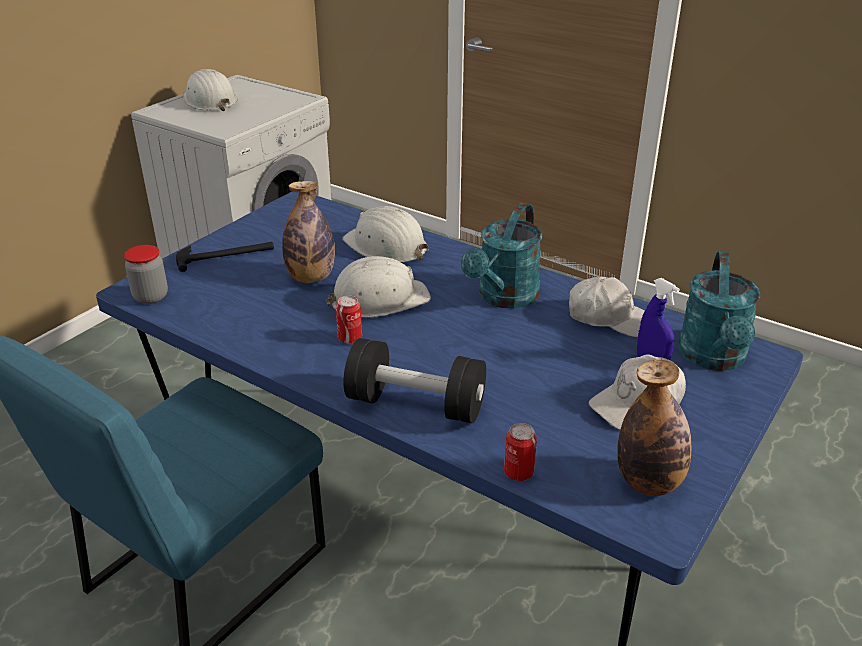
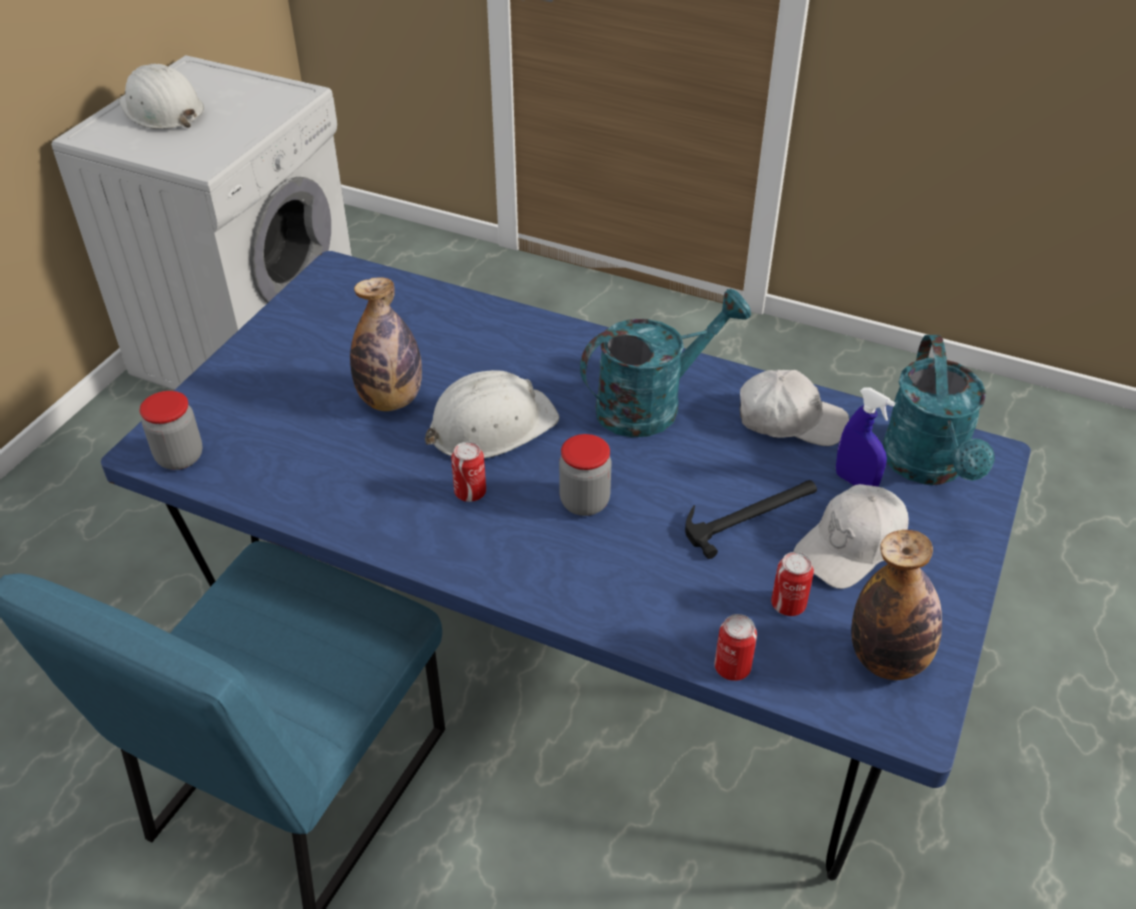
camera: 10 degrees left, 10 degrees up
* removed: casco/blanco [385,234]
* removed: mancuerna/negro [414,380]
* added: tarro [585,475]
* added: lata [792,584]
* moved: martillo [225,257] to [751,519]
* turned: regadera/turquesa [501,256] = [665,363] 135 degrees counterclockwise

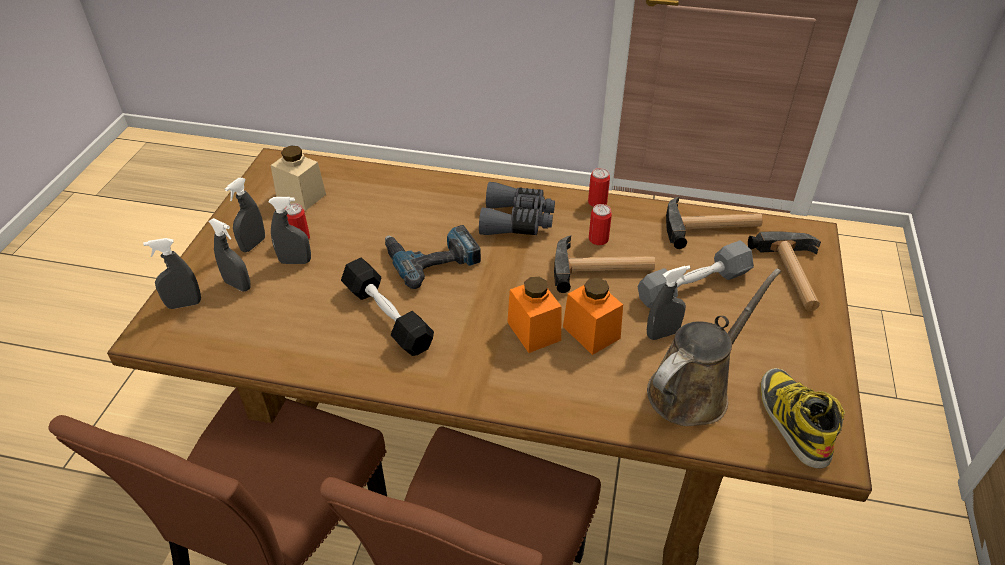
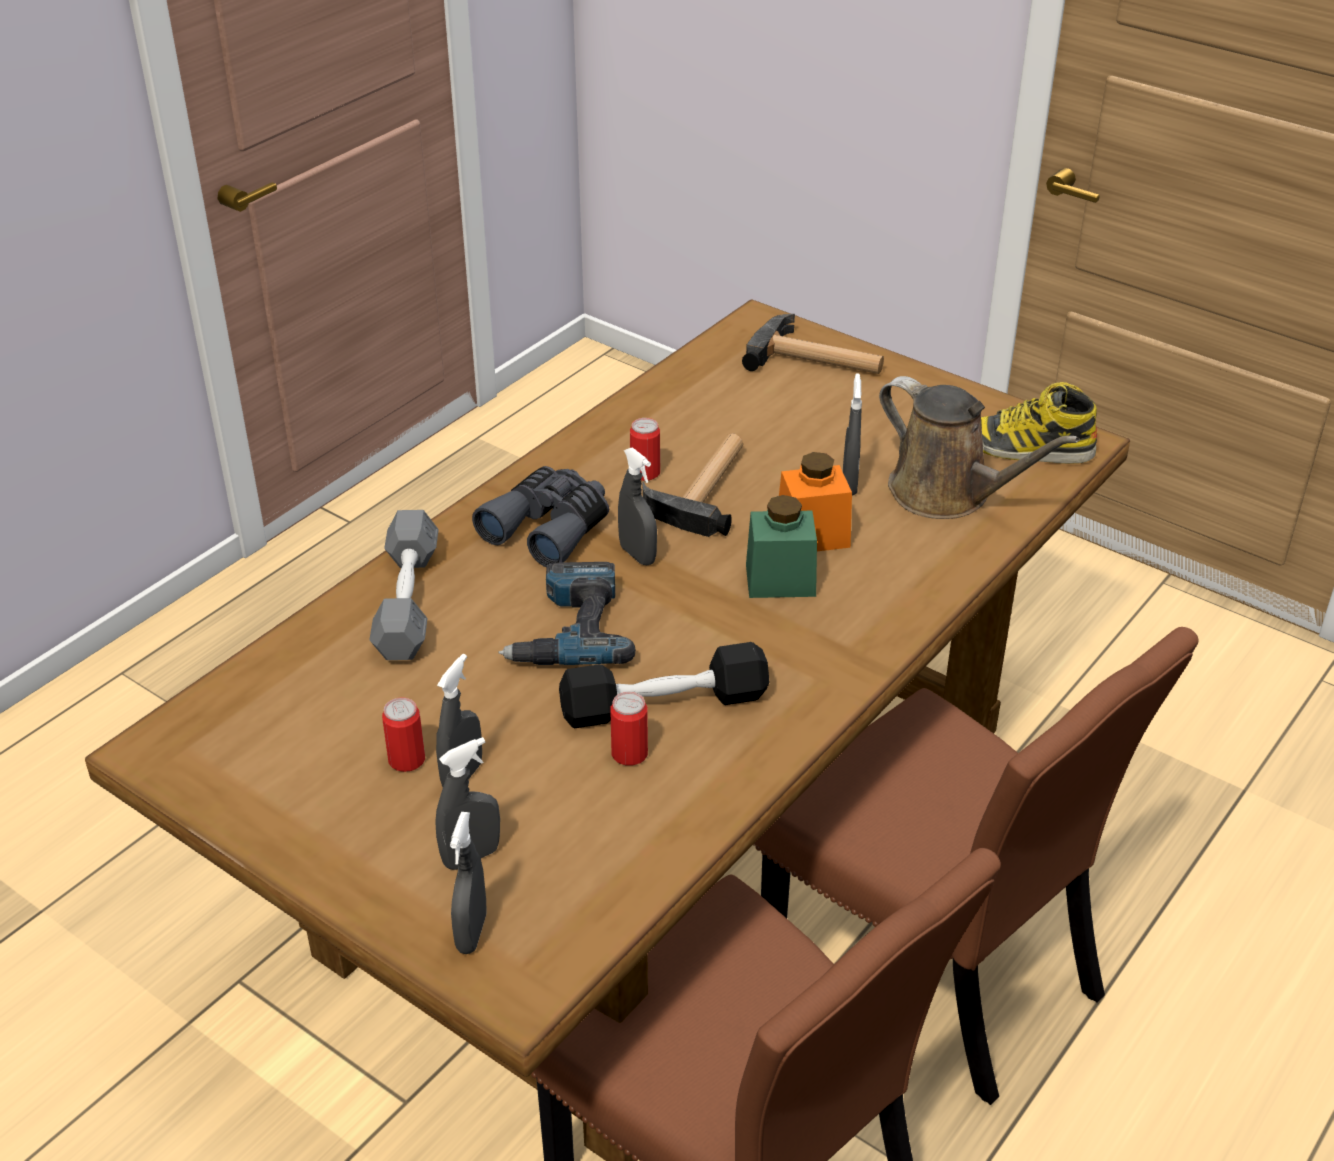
camera: 65 degrees left, 5 degrees down
* removed: tarro/beis [298,178]
* removed: martillo [714,222]
* moved: pulverizador/gris [245,215] to [637,506]
* moved: lata [599,187] to [629,728]
* moved: mancuerna/gris [696,274] to [404,585]
* recoloured: tarro/naranja [534,315] to tarro/verde [781,546]
* turned: regadera/marrón [714,347] = [979,447] 150 degrees clockwise

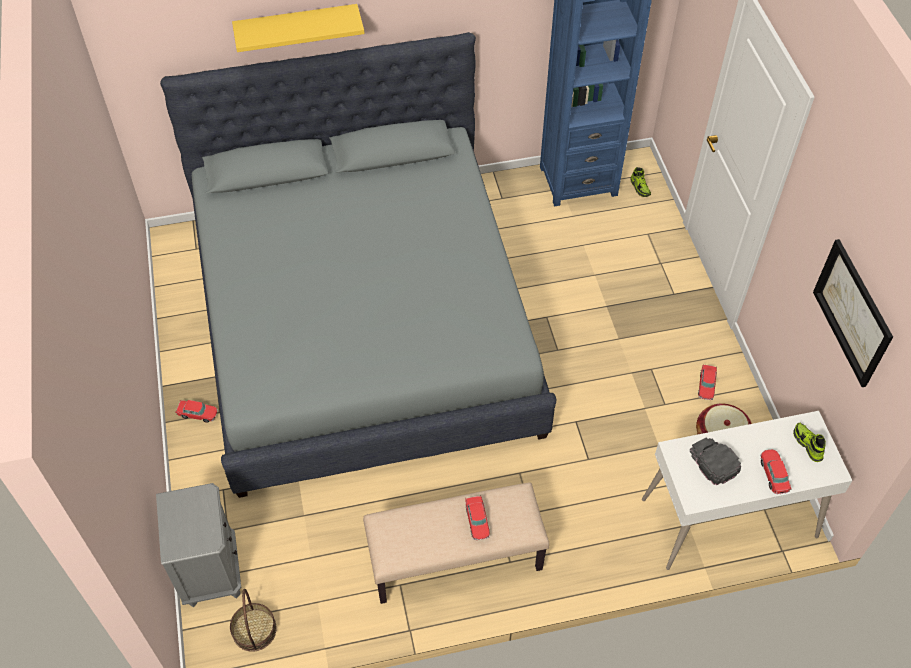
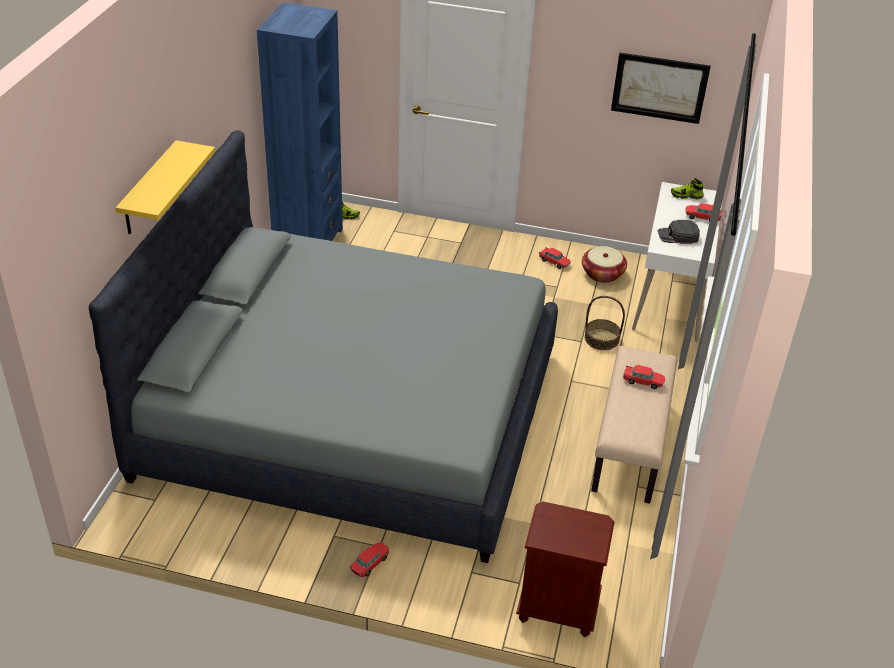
camera: 65 degrees left, 15 degrees down
* moved: cesta [253,620] to [604,323]
* recoloured: mesita de noche/gris [198,545] to mesita de noche/marrón [565,569]

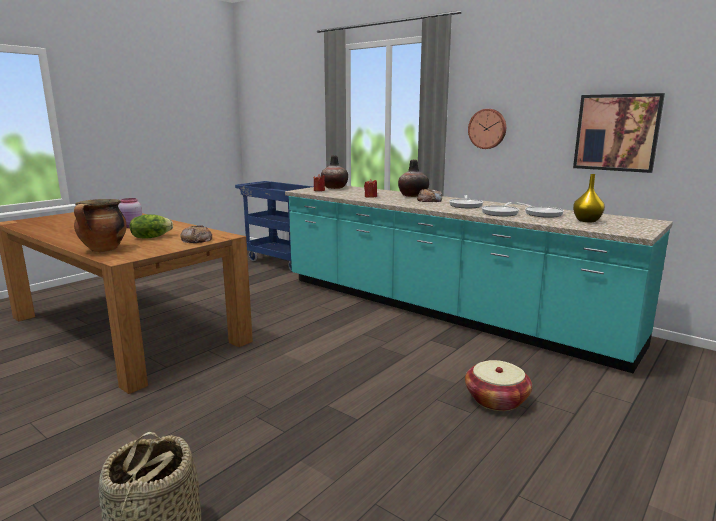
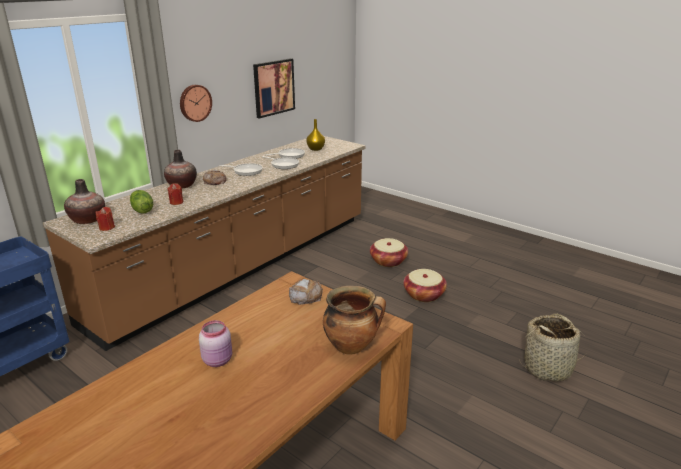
camera: 90 degrees left, 10 degrees up
* added: cesta [425,285]
* moved: lechuga [151,226] to [141,202]
* recoloured: mueble bajo de cocina/turquesa [479,279] to mueble bajo de cocina/marrón [204,243]

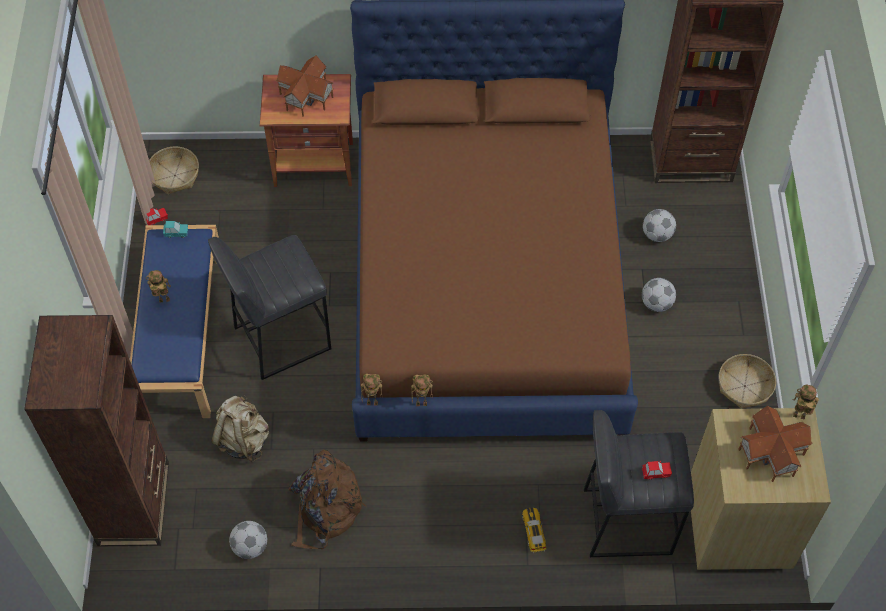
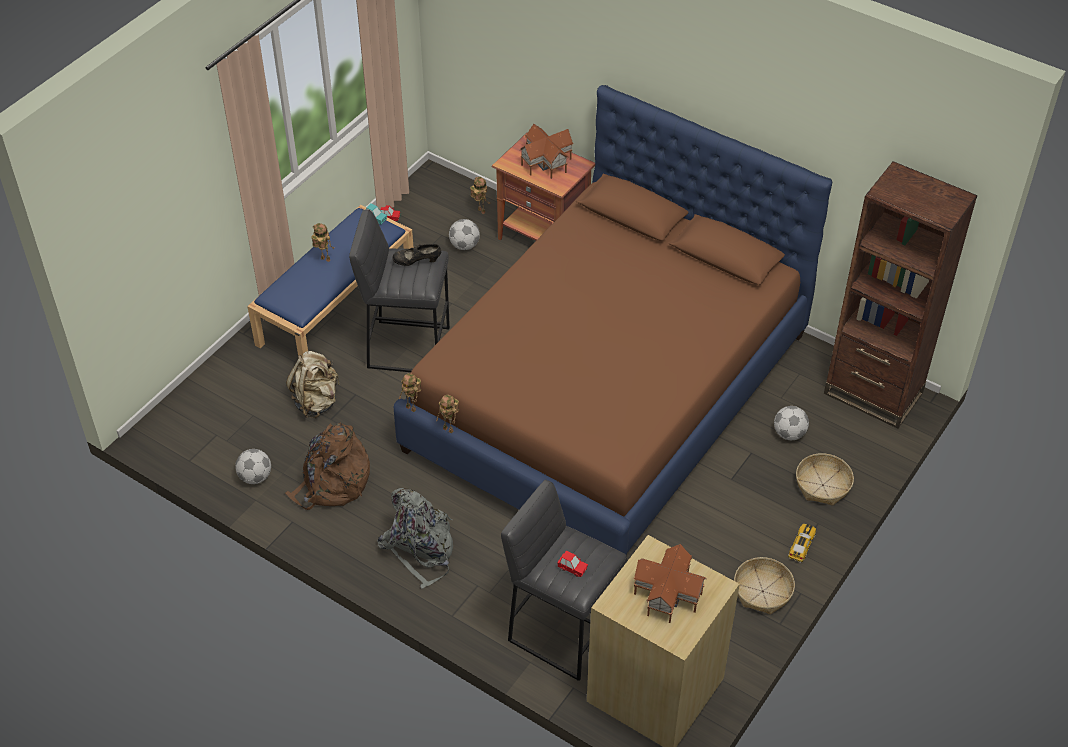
camera: 35 degrees right, 10 degrees down
* removed: estantería/marrón [96,430]
* added: mochila/gris [415,538]
* added: zapato/negro [416,255]
* moved: cesta [174,170] to [825,479]
* moved: coche de juguete [534,530] to [802,543]
* moved: balón de fútbol [659,295] to [464,234]
* moved: robot de juguete [806,402] to [480,195]

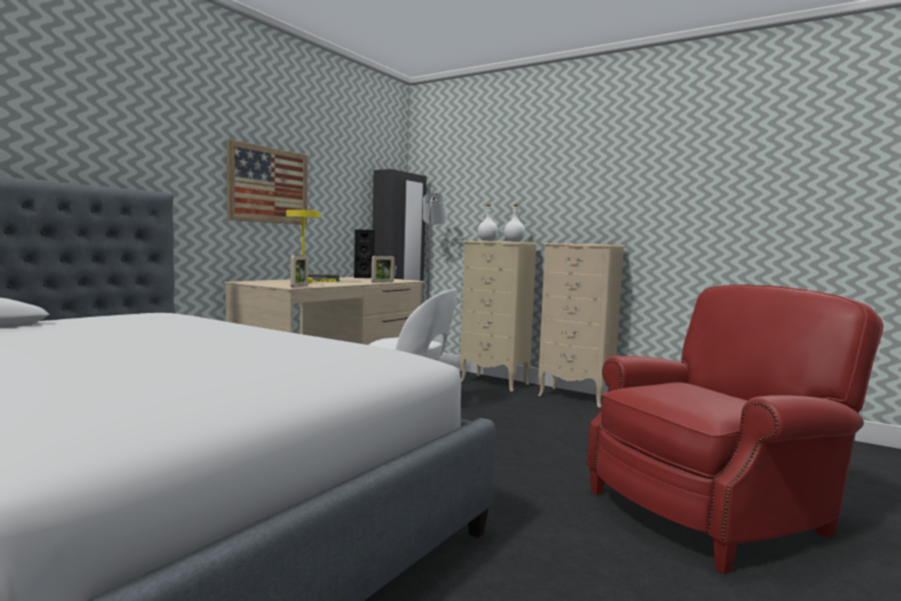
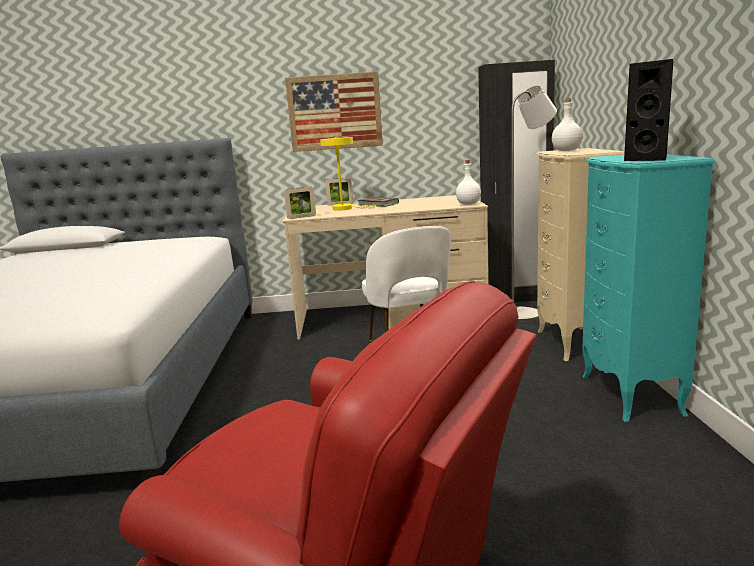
camera: 55 degrees right, 10 degrees up
* moved: altavoz/negro [364,253] to [649,110]
* moved: portarretratos [383,269] to [339,192]
* moved: botella/blanco [514,223] to [468,182]
* recoloured: cómoda/beis [581,324] to cómoda/turquesa [648,288]

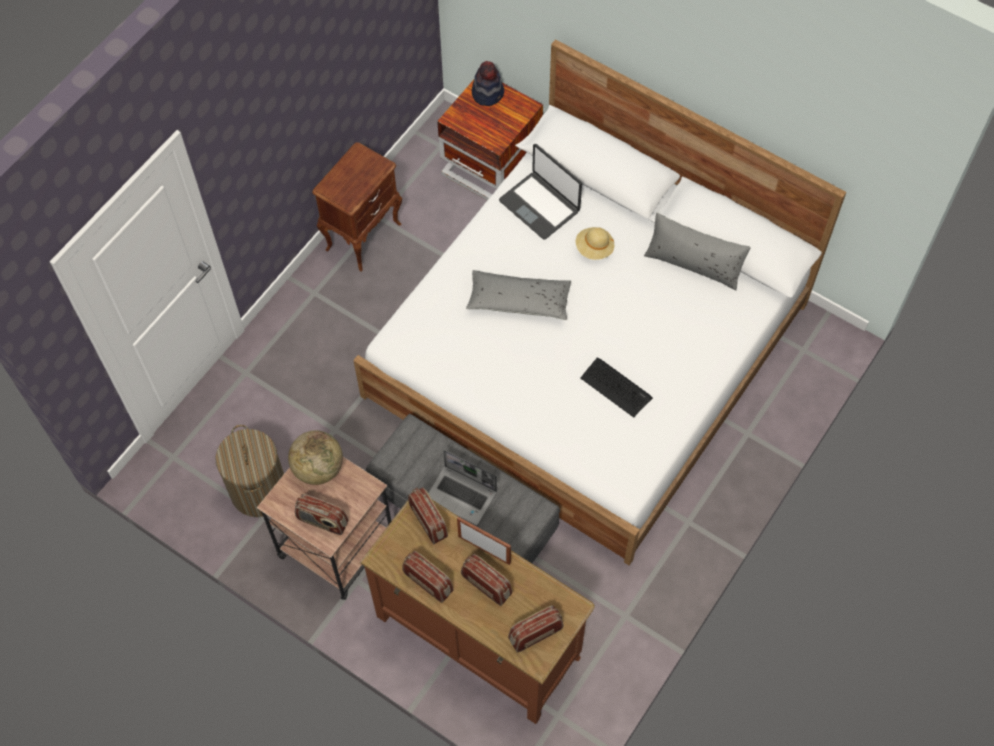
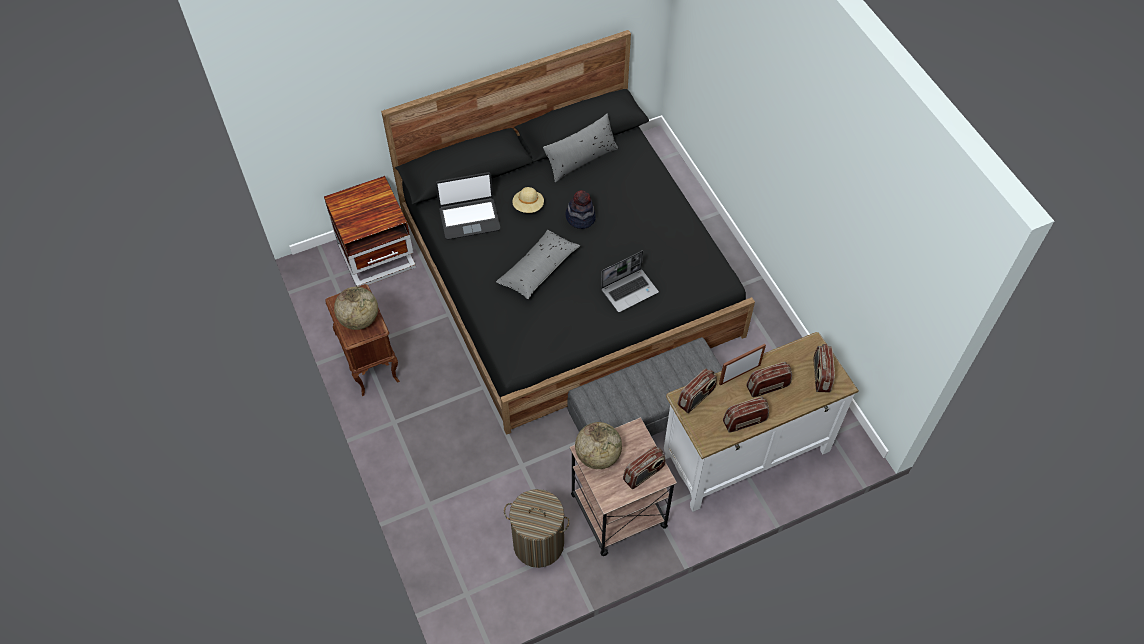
camera: 60 degrees left, 5 degrees down
* removed: teclado [616,387]
* added: globo terráqueo [356,308]
* moved: portátil [463,487] to [630,281]
* moved: sombrero [488,83] to [580,209]
* recoloured: cama/blanco [599,302] to cama/negro [568,232]
* recoloured: cómoda/marrón [477,612] to cómoda/blanco [761,422]
* turned: radio [428,515] = [697,390] 135 degrees clockwise

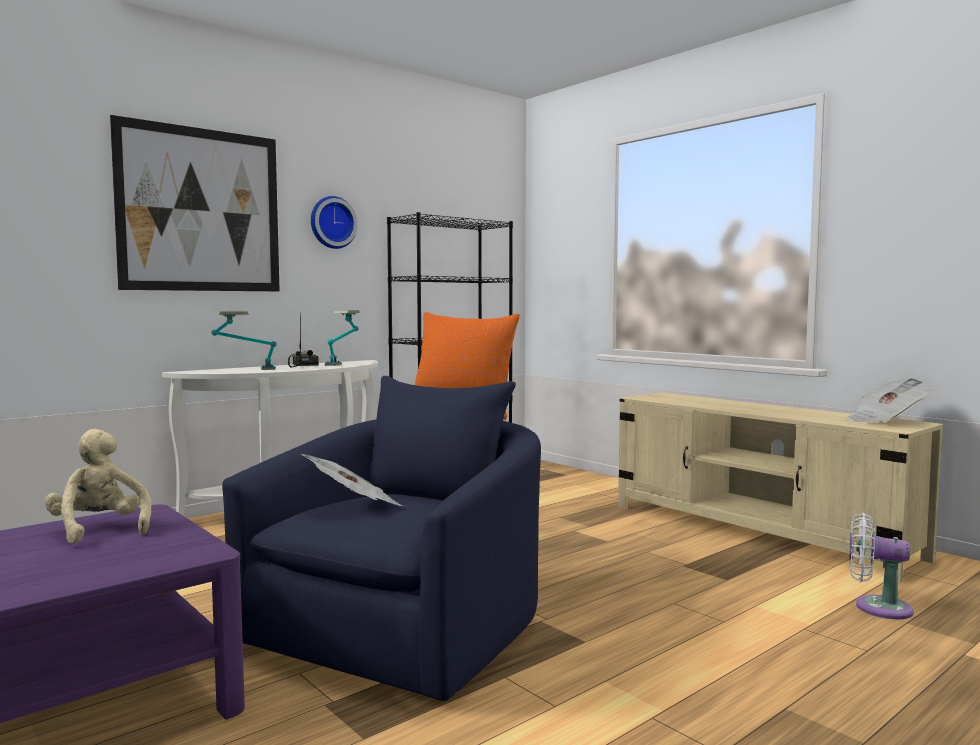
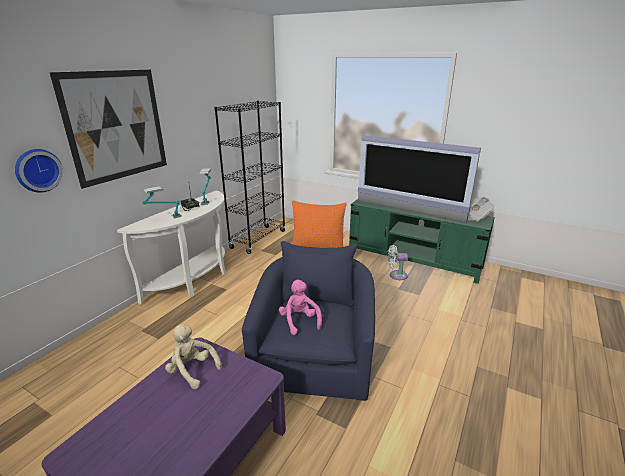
camera: 20 degrees left, 20 degrees up
* added: televisor [419,179]
* moved: reloj de pared [334,222] to [39,171]
* moved: ventilador/blanco [882,566] to [398,262]
* replaced: periódico [351,480] to peluche/rosa [300,307]
* recoloured: mueble de televisión/beis [780,487] to mueble de televisión/verde [422,241]

